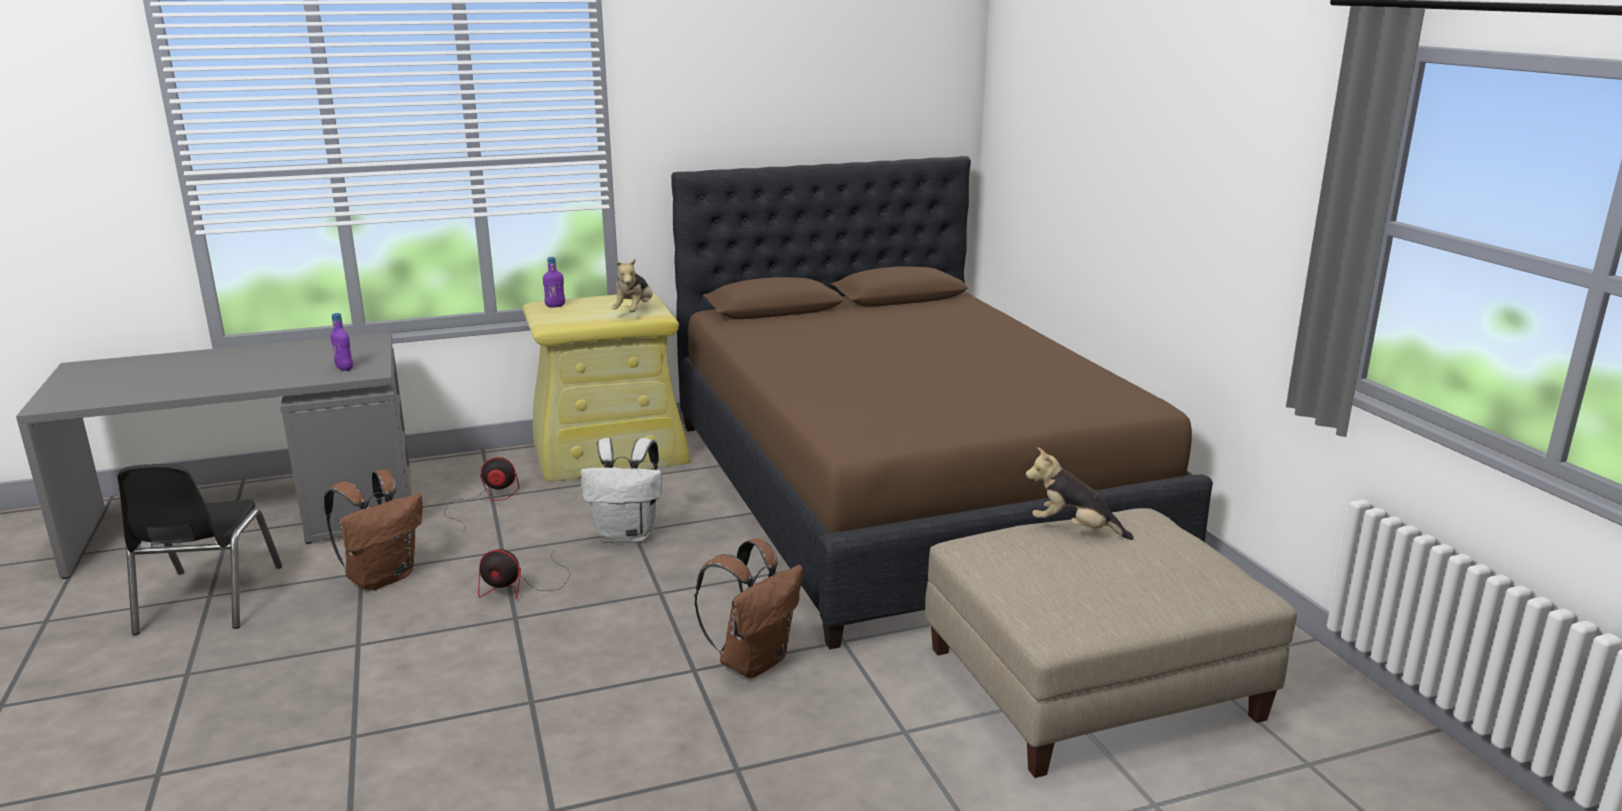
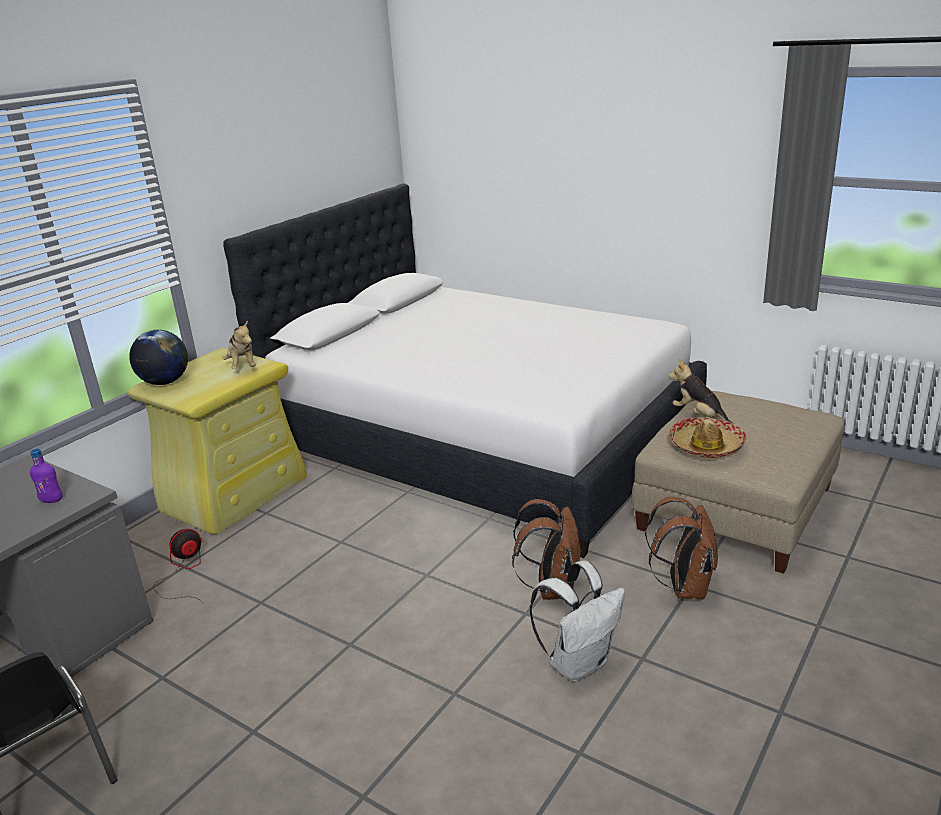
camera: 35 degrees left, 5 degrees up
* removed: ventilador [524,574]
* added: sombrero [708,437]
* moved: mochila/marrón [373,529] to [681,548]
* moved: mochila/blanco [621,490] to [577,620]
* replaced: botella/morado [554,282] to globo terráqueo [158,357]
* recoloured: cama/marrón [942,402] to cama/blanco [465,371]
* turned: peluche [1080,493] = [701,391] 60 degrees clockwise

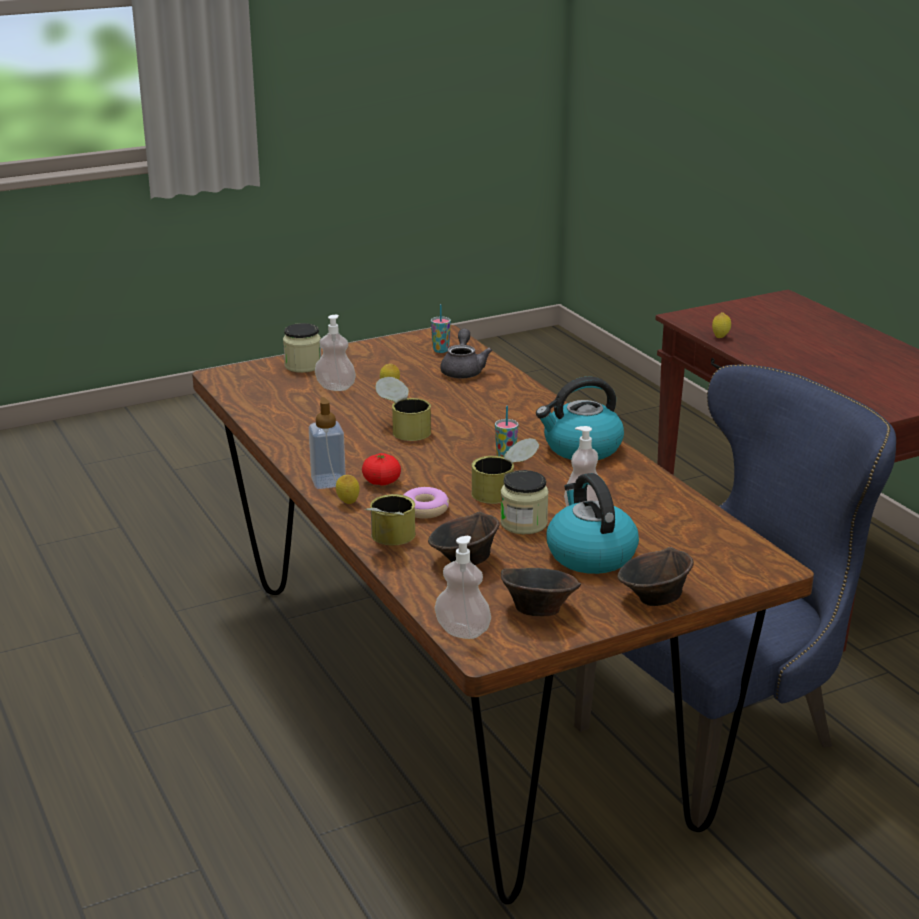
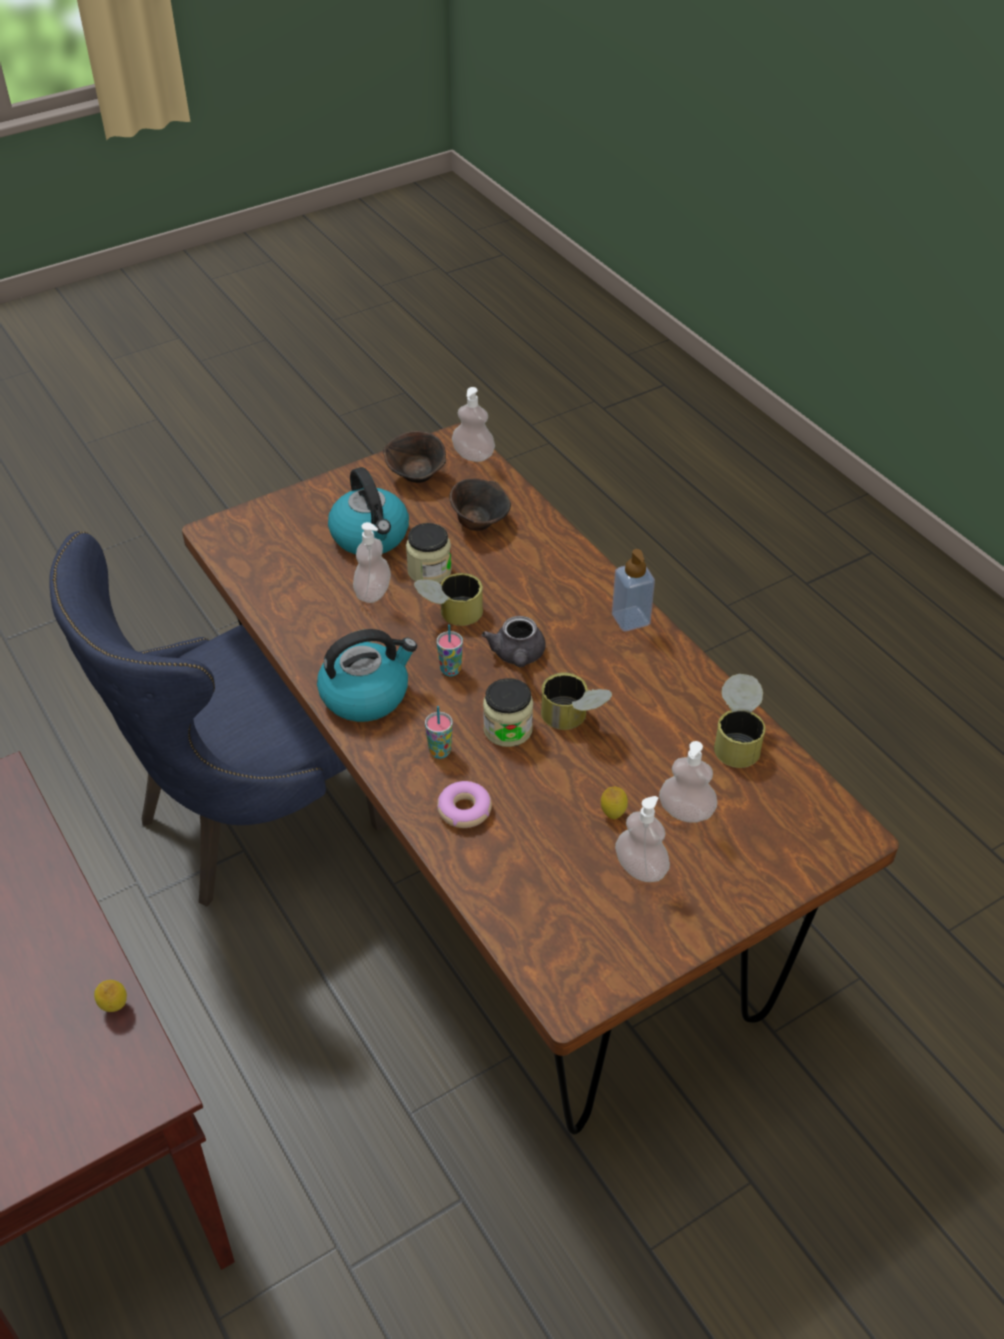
camera: 175 degrees right, 20 degrees up
* removed: limón [348,489]
* removed: tomate [381,469]
* removed: cuenco/marrón [655,576]
* added: dispensador de jabón [642,839]
* moved: tarro [302,348] to [508,712]
* moved: lata [390,519] to [739,721]
* moved: rosquilla [426,503] to [464,804]
* moved: taza [441,328] to [439,732]
* moved: tetera/gris [466,353] to [513,641]

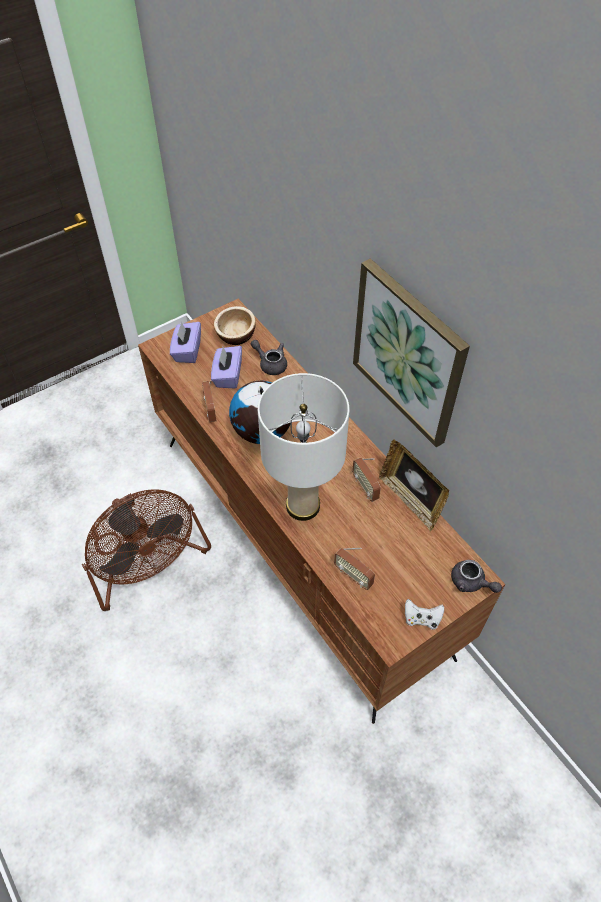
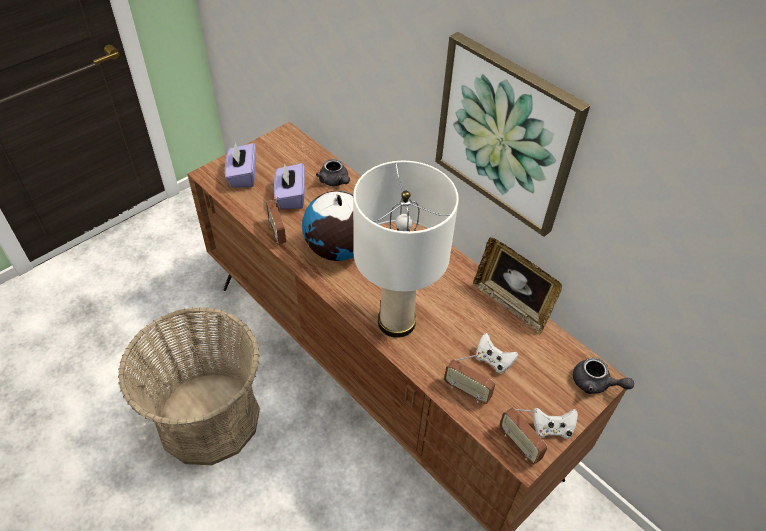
camera: 10 degrees left, 5 degrees down
* removed: cuenco [235,325]
* added: mando de consola/blanco [497,353]
* moved: radio [366,480] to [523,436]
* replaced: ventilador/marrón [146,550] to cesta [189,386]
* turned: tetera/gris [269,357] = [333,172] 150 degrees counterclockwise

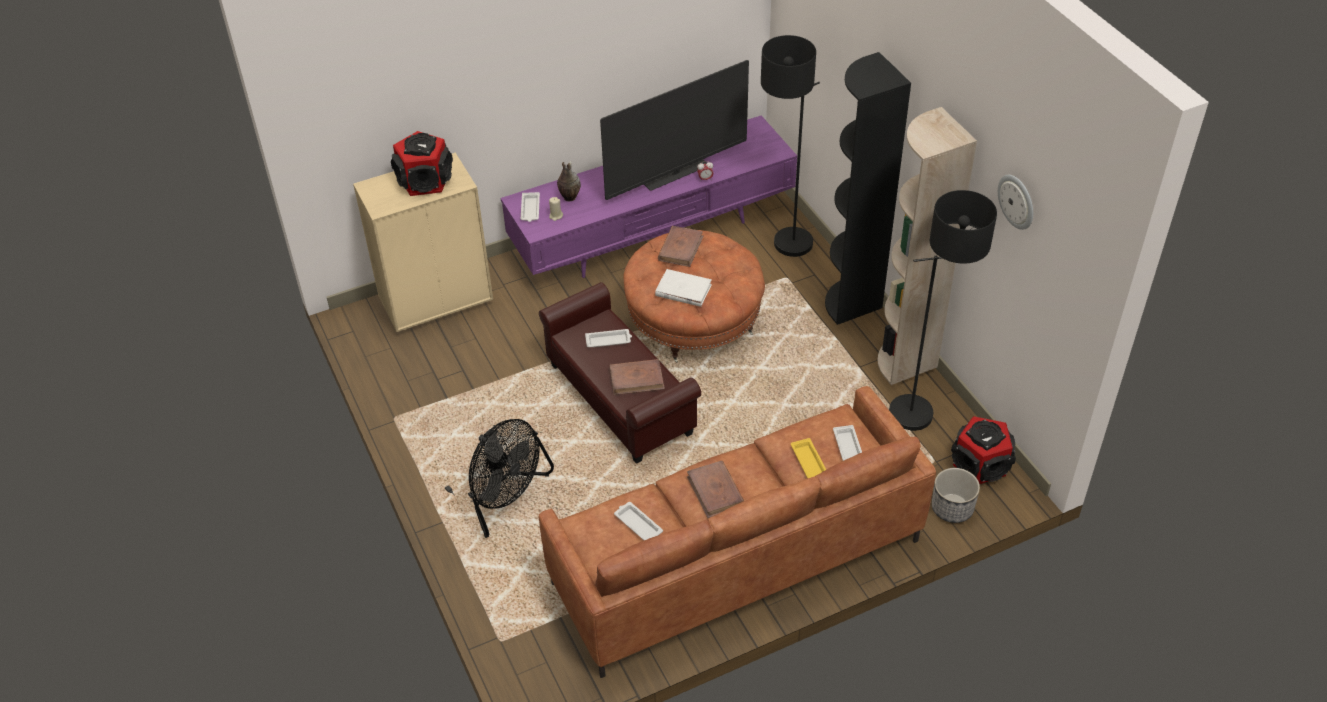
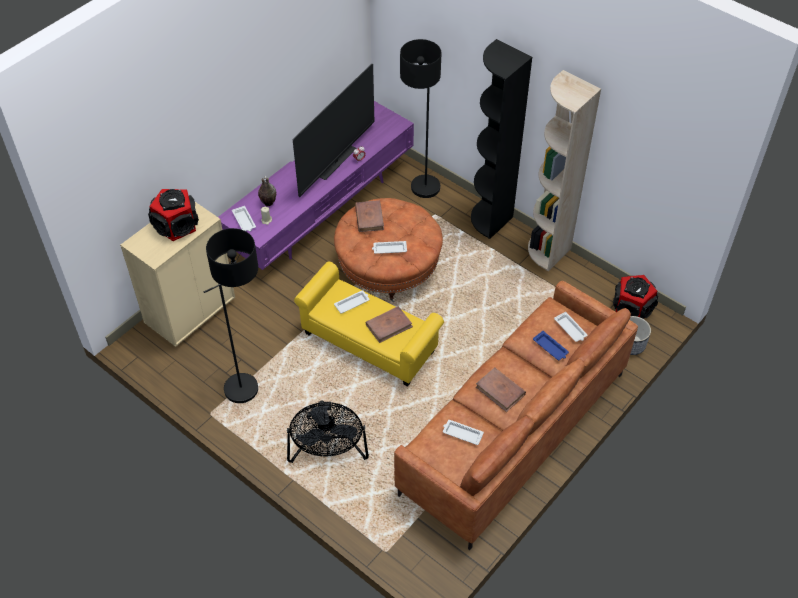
camera: 25 degrees left, 5 degrees up
* removed: reloj de pared [1015,202]
* moved: lámpara de pie/negro [943,310] to [230,315]
* replaced: libro/blanco [683,288] to bandeja/blanco [389,247]
* recoloured: puf/marrón [620,373] to puf/amarillo [369,324]
* recoloured: bandeja/amarillo [808,458] to bandeja/azul [551,345]
* turned: ventilador/negro [499,478] = [328,431] 75 degrees clockwise

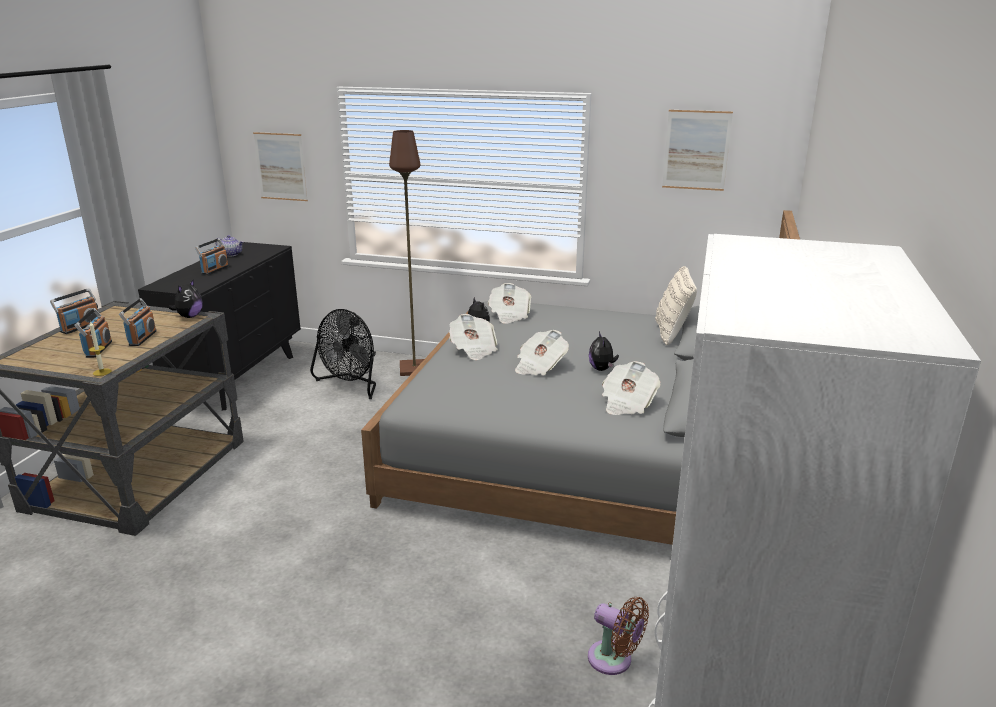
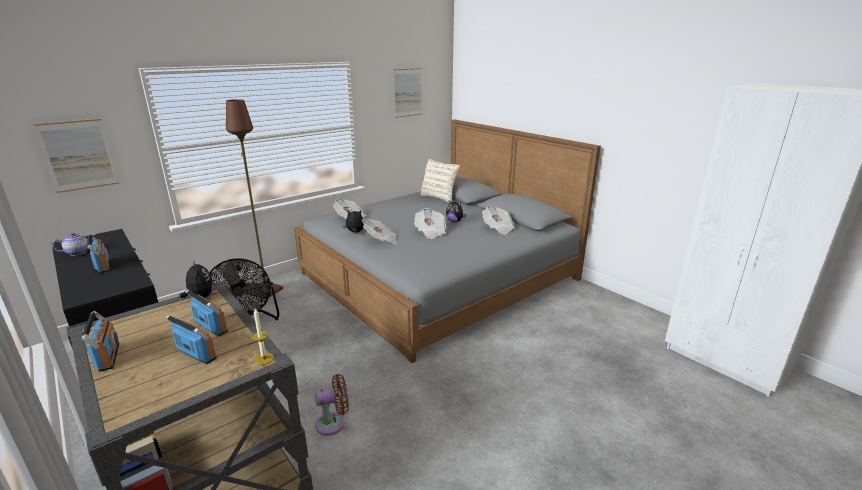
camera: 55 degrees left, 0 degrees up
* moved: ventilador/marrón [618,636] to [332,405]

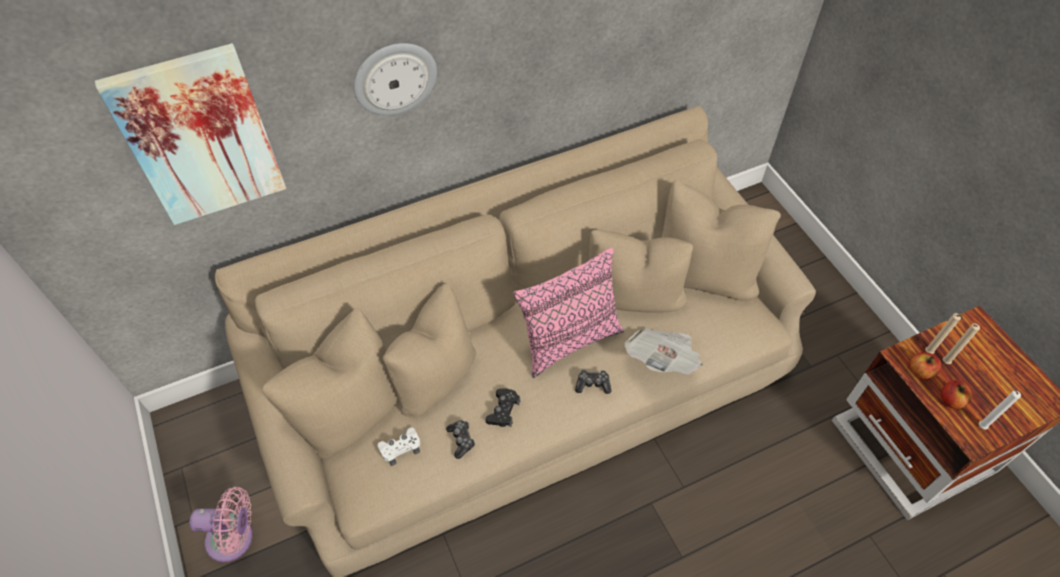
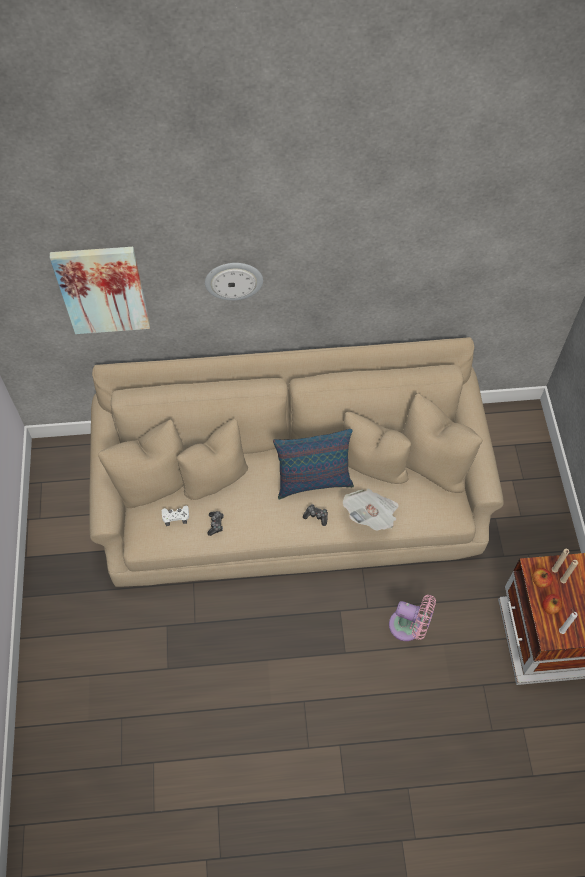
camera: 20 degrees right, 5 degrees up
* removed: mando de consola/negro [502,407]
* moved: ventilador/rosa [221,524] to [412,618]
* recoloured: cojín/rosa [568,313] to cojín/azul [313,464]

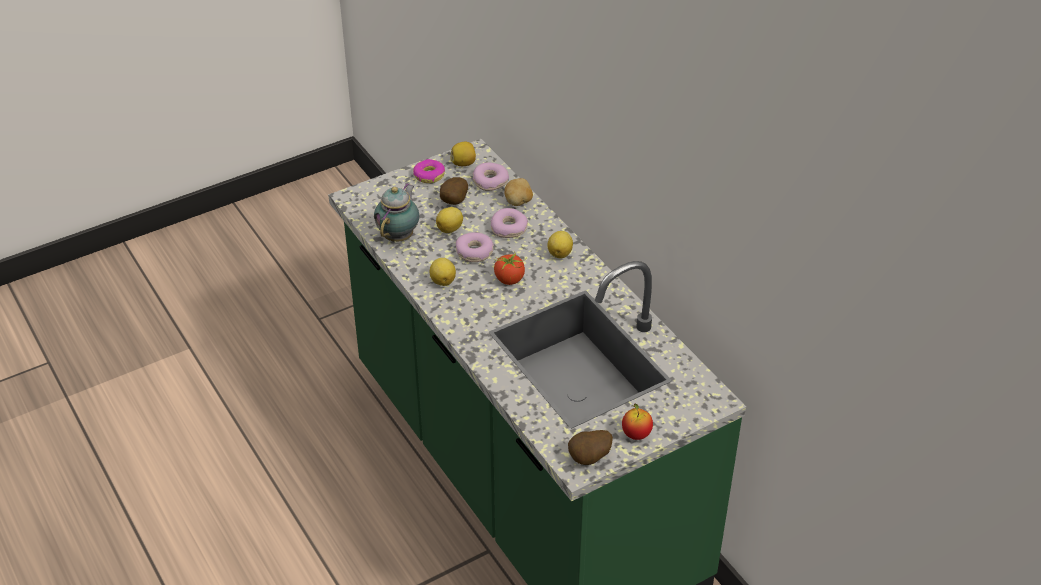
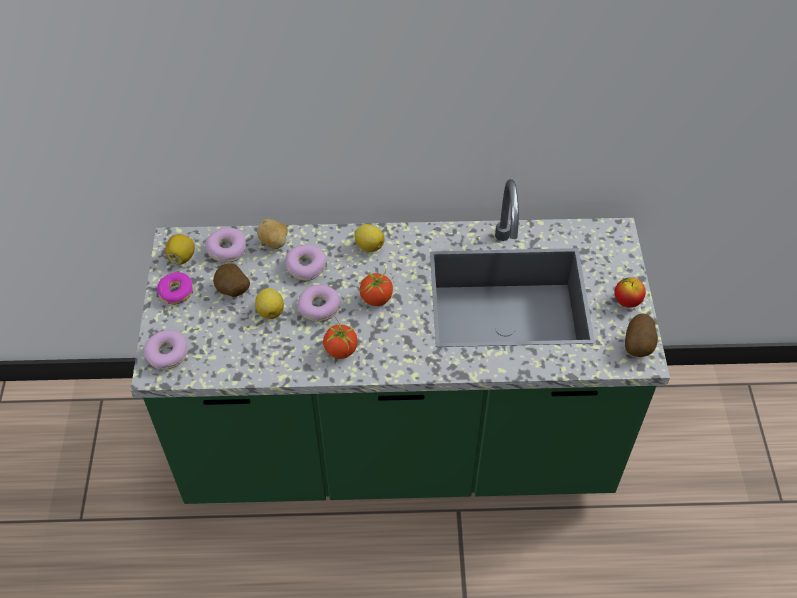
camera: 60 degrees left, 10 degrees up
* removed: tetera [396,212]
* added: rosquilla [166,350]
* replaced: limón [443,272] to tomate [340,338]

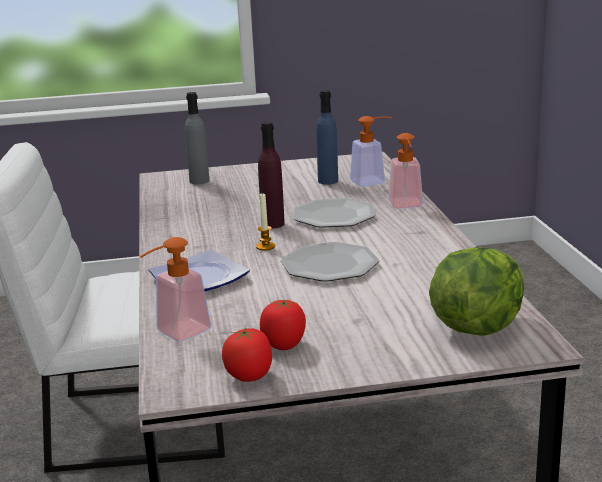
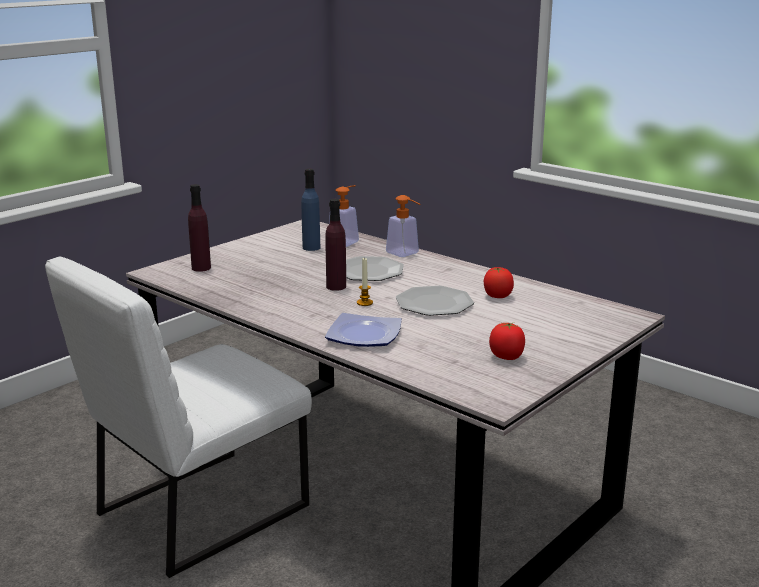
camera: 40 degrees left, 0 degrees up
* removed: dispensador de jabón [175,289]
* removed: lechuga [476,291]
* moved: tomate [247,354] to [499,282]
* recoloured: botella/gris [197,138] to botella/morado [199,228]

